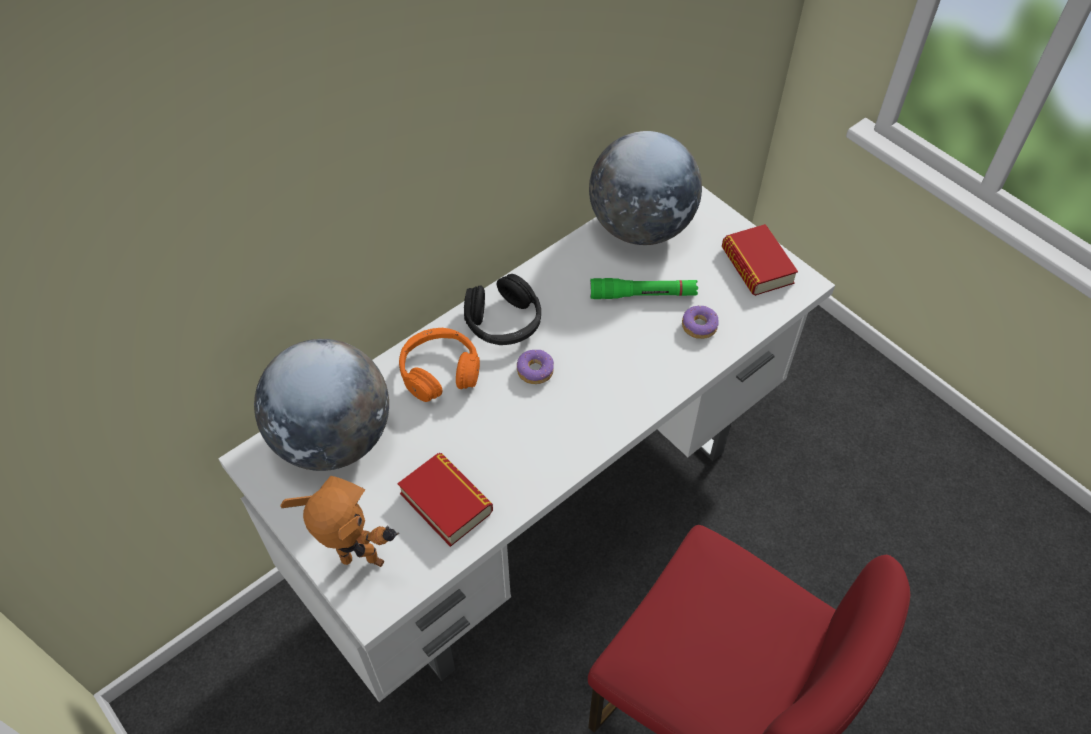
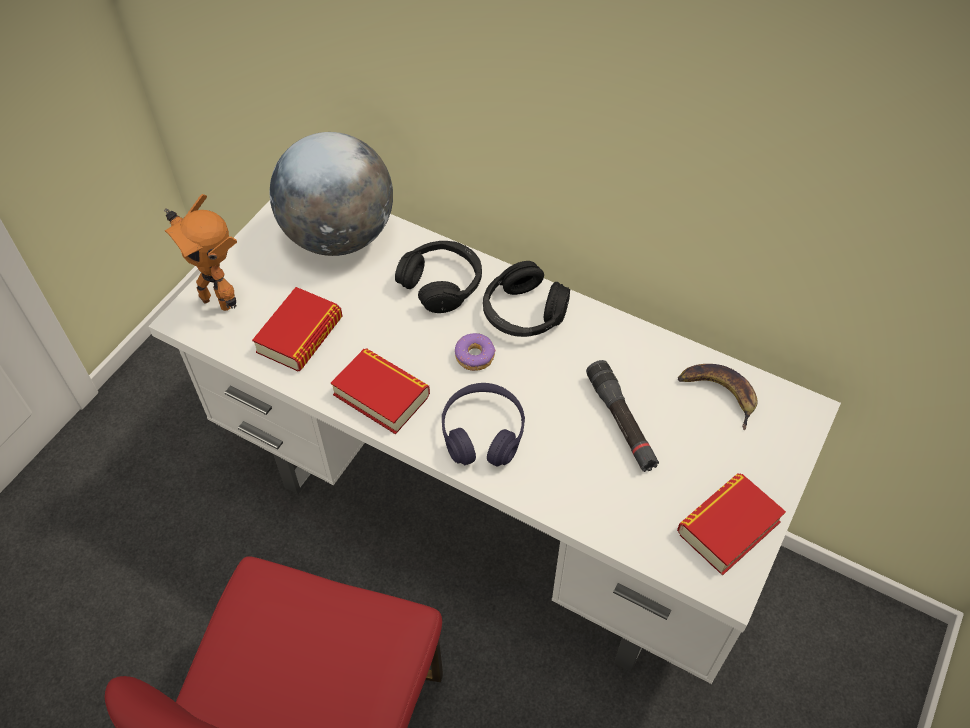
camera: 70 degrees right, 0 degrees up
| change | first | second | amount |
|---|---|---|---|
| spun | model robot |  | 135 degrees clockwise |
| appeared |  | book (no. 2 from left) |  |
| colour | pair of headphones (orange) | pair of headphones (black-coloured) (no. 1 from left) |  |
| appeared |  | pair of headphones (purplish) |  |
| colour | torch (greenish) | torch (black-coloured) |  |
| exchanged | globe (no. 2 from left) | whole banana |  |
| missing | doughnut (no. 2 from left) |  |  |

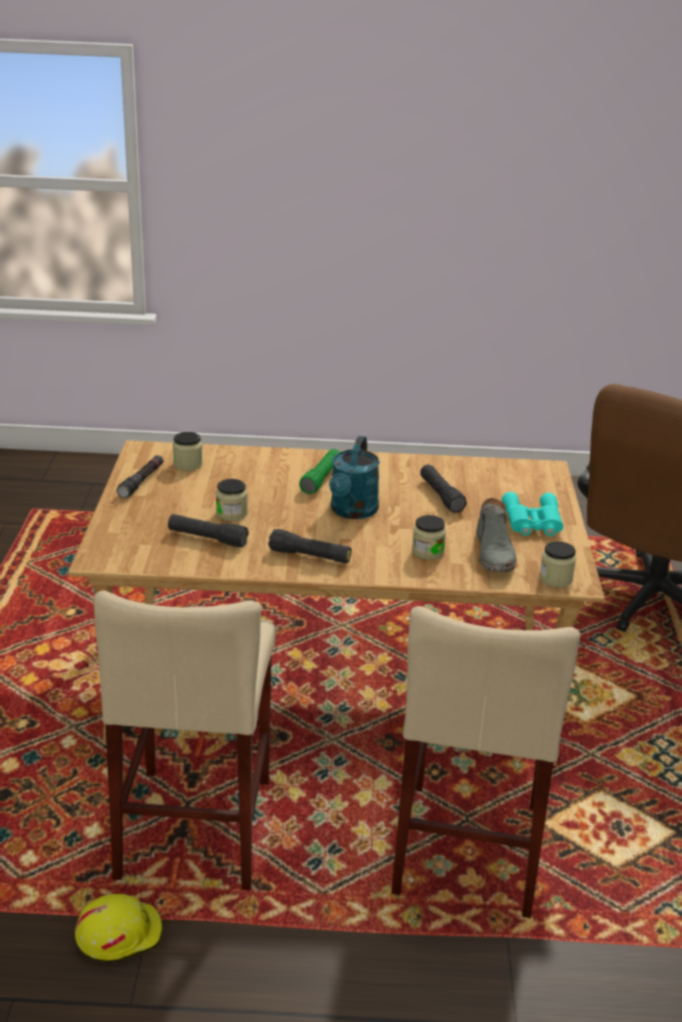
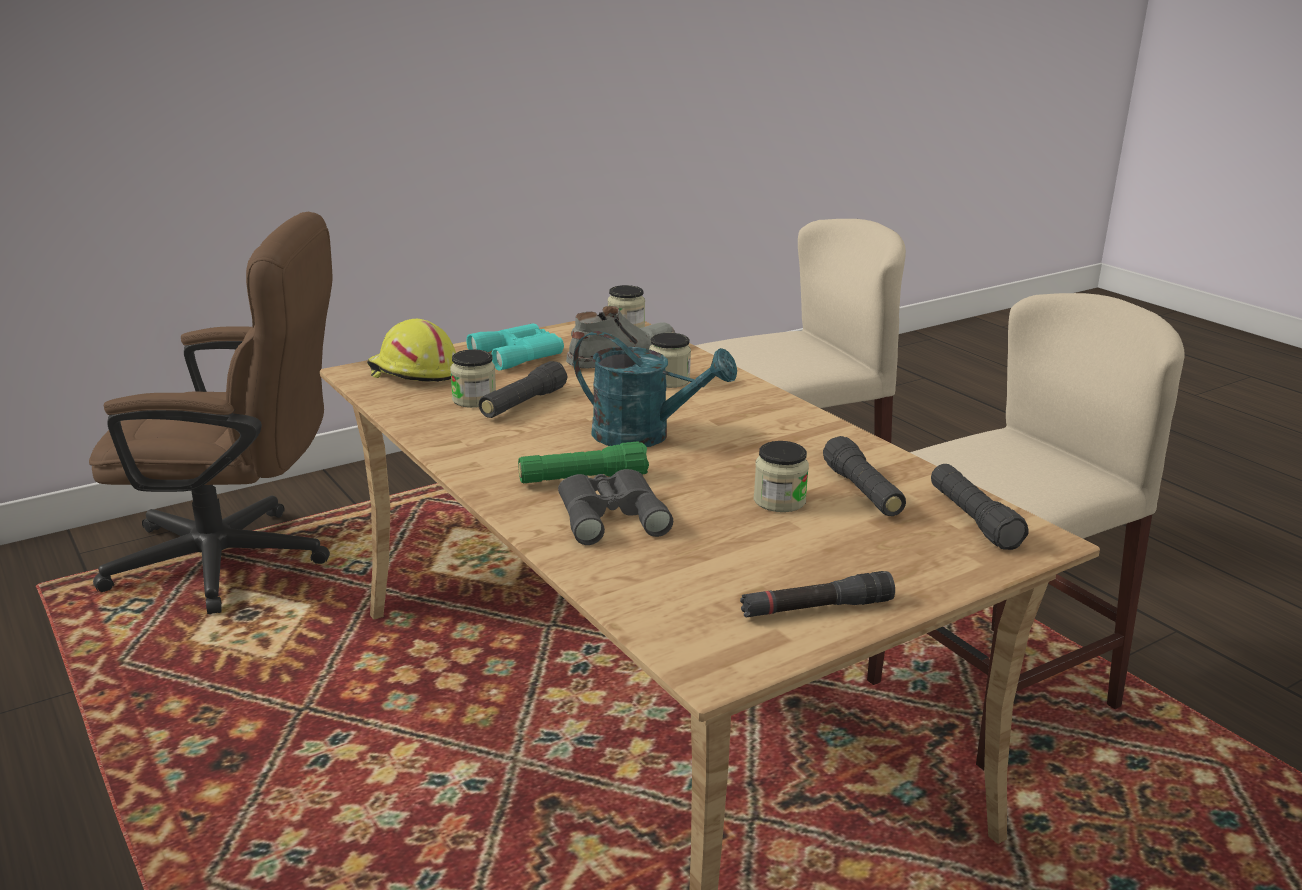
camera: 125 degrees left, 5 degrees down
| change | first | second | amount |
|---|---|---|---|
| relocated | safety helmet (yellowish) |  |  |
| relocated | storage jar (no. 1 from left) |  |  |
| appeared |  | pair of binoculars (gray) |  |
| spun | sprinkling can (blue-green) |  | 45 degrees clockwise |
| relocated | torch (black-coloured) (no. 3 from left in the first image) | torch (black-coloured) (no. 4 from left) |  |

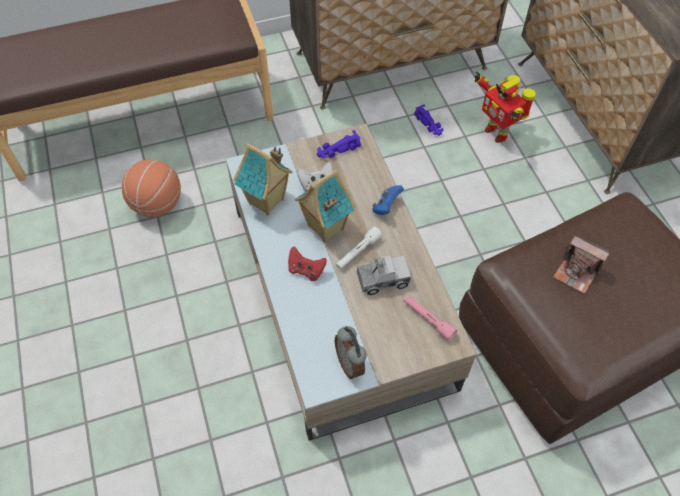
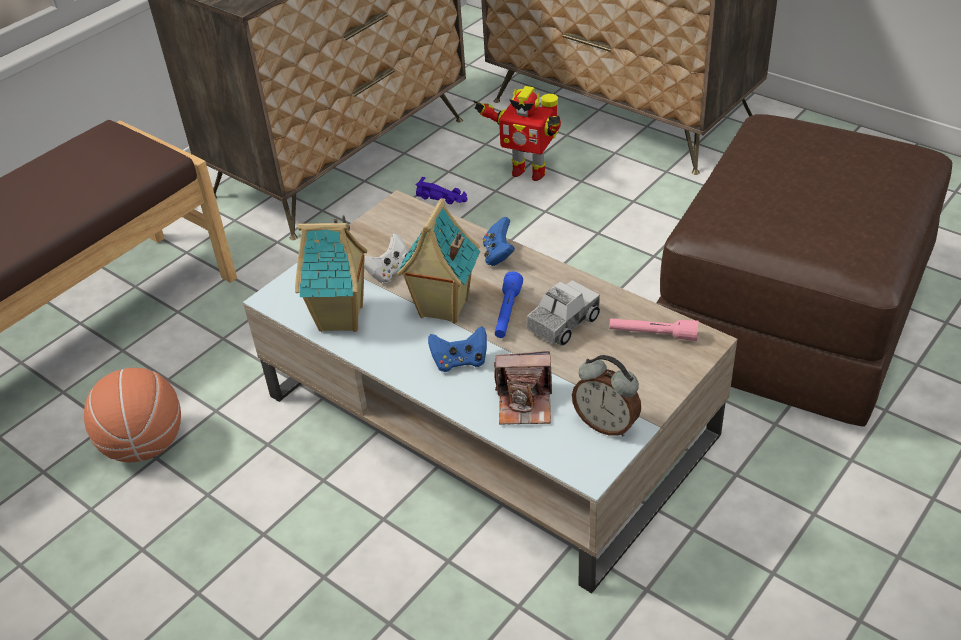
camera: 30 degrees left, 15 degrees down
| change | first | second | amount |
|---|---|---|---|
| colour | gamepad (red) | gamepad (blue) (no. 1 from left) |  |
| relocated | photo camera |  |  |
| colour | torch (whitish) | torch (blue) |  |
| missing | model car (purplish) (no. 1 from left) |  |  |

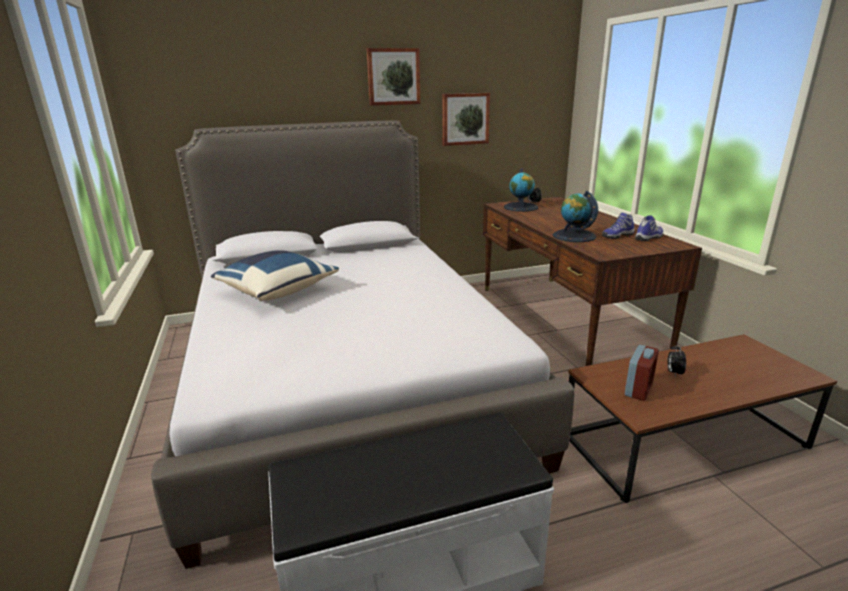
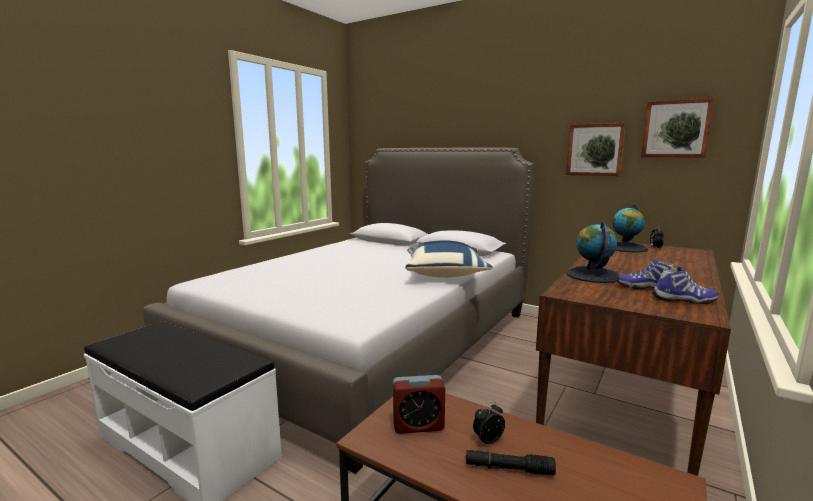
camera: 50 degrees right, 10 degrees down
| change | first | second | amount |
|---|---|---|---|
| relocated | pillow (blue) |  |  |
| appeared |  | torch (black-coloured) |  |
| relocated | picture (no. 1 from left in the first image) | picture (no. 2 from left) |  |

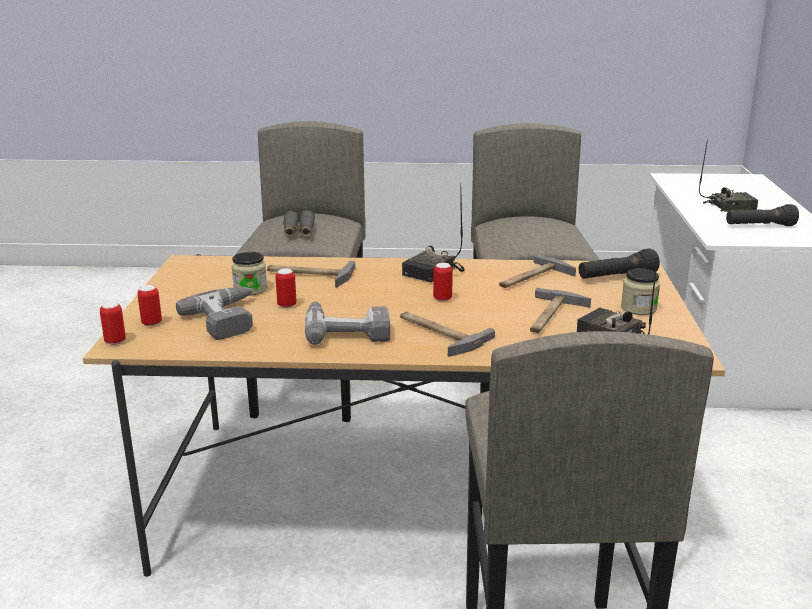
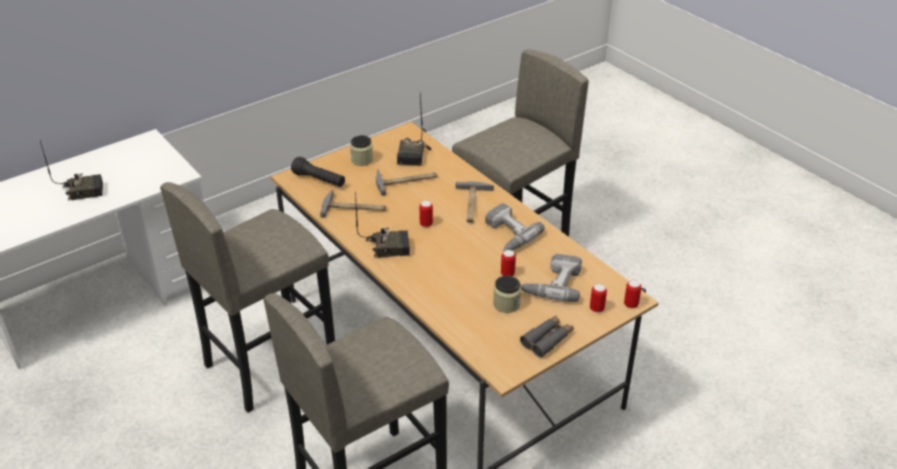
camera: 130 degrees left, 15 degrees up
| change | first | second | amount |
|---|---|---|---|
| spun | radio (no. 3 from left in the first image) | radio (no. 1 from left) | 120 degrees clockwise |
| relocated | pair of binoculars (gray) |  |  |
| missing | hammer (no. 1 from left) |  |  |
| missing | torch (black-coloured) (no. 2 from left) |  |  |

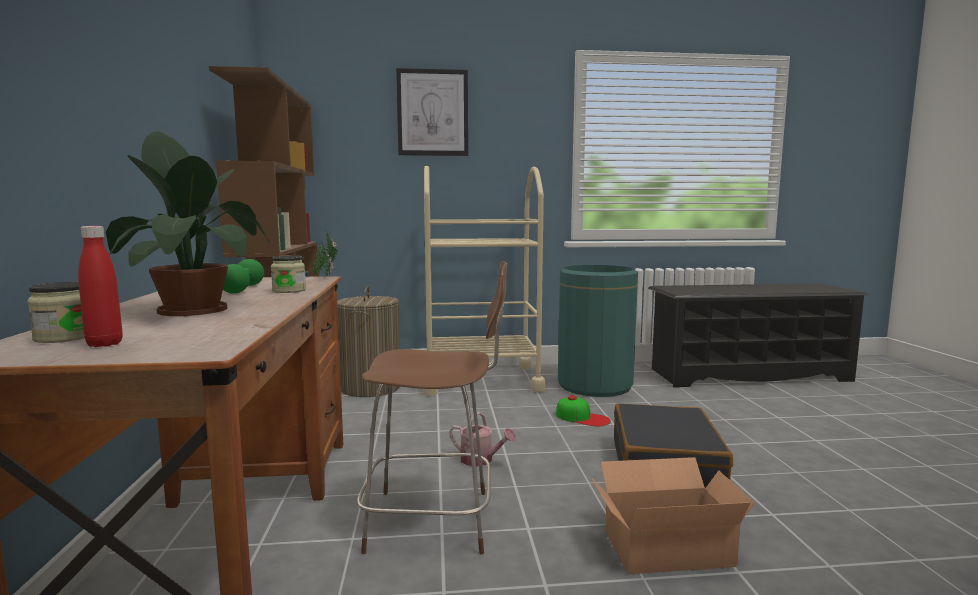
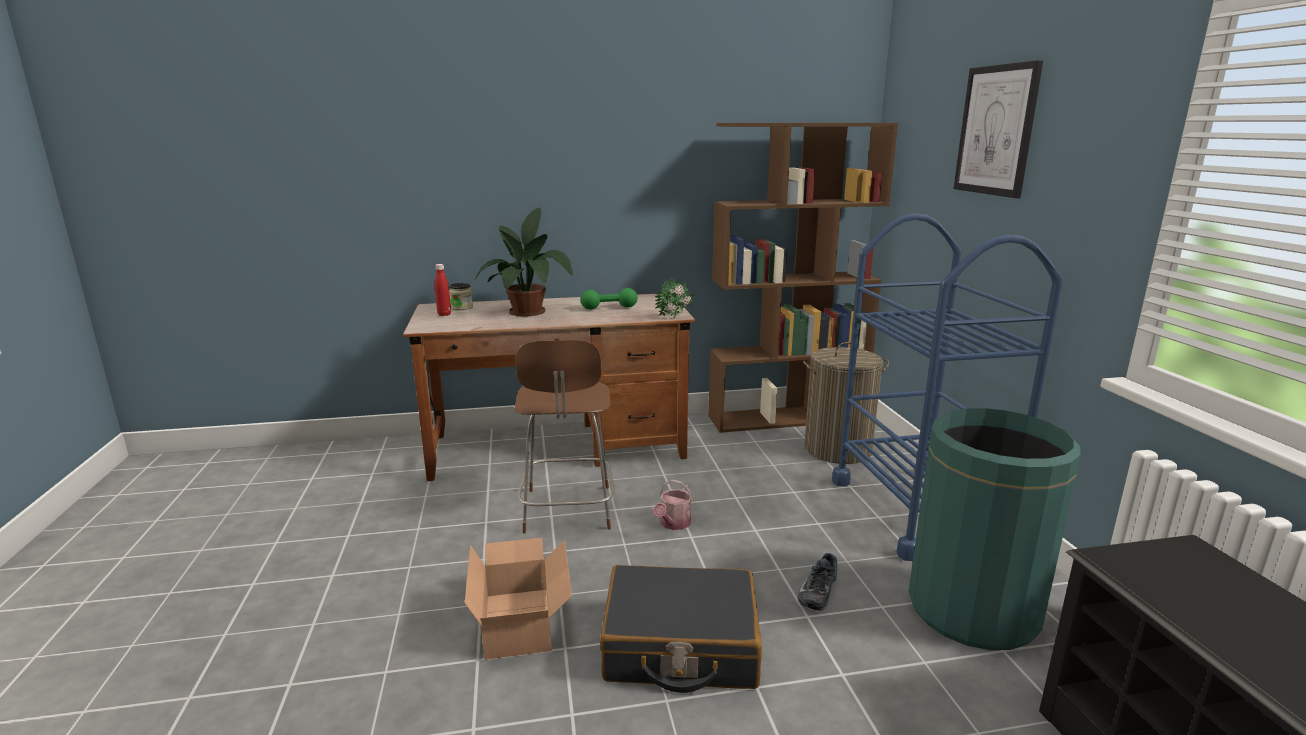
camera: 85 degrees right, 10 degrees up
| change | first | second | amount |
|---|---|---|---|
| exchanged | baseball cap | item of footwear |  |
| colour | trolley (sand-coloured) | trolley (blue) |  |
| missing | storage jar (no. 2 from left) |  |  |

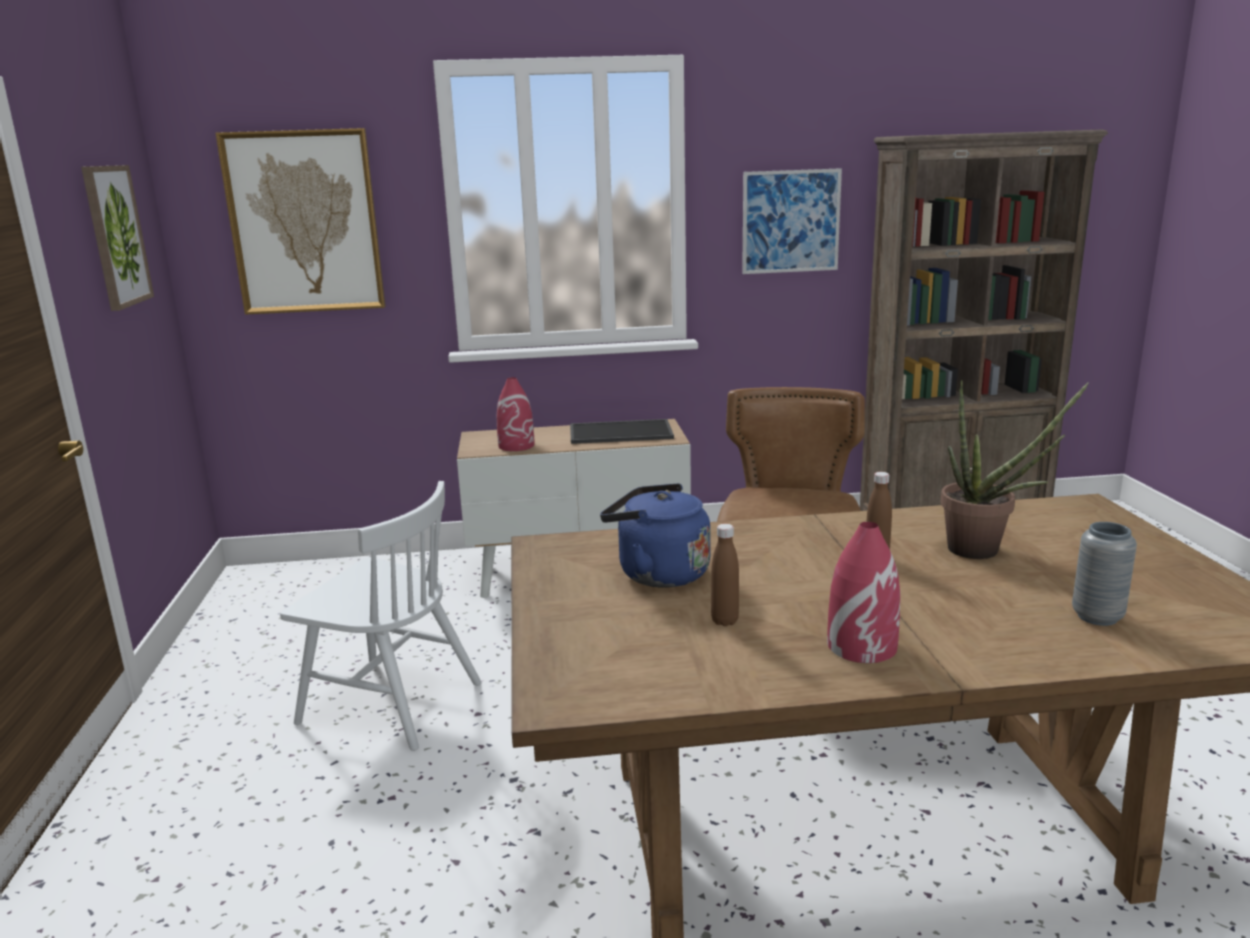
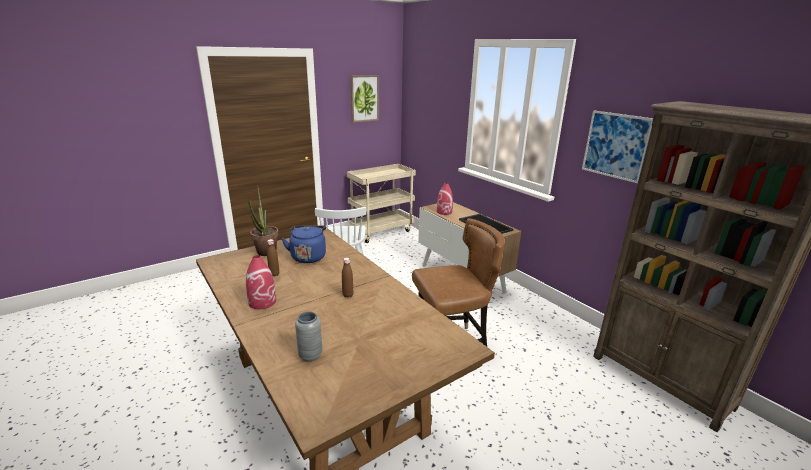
camera: 60 degrees right, 5 degrees up
| change | first | second | amount |
|---|---|---|---|
| relocated | houseplant |  |  |
| appeared |  | trolley (sand-coloured) |  |
| missing | picture (no. 2 from left) |  |  |

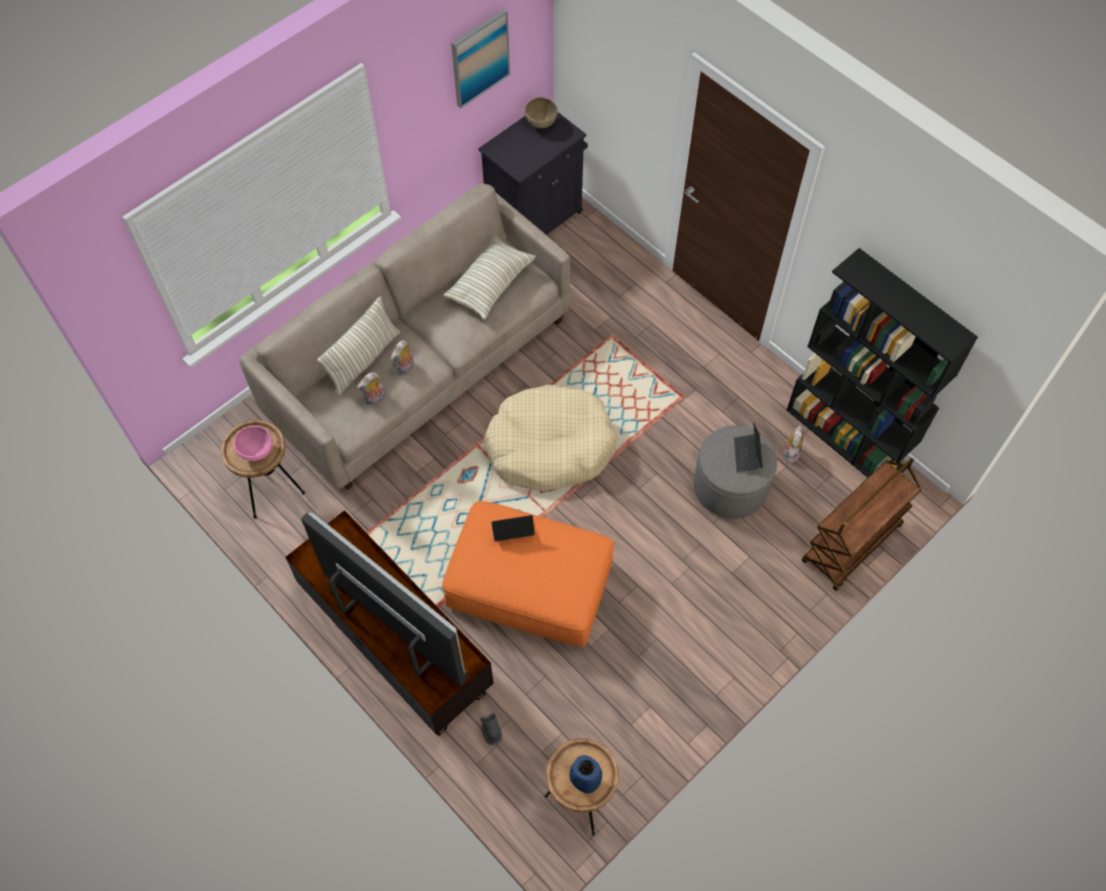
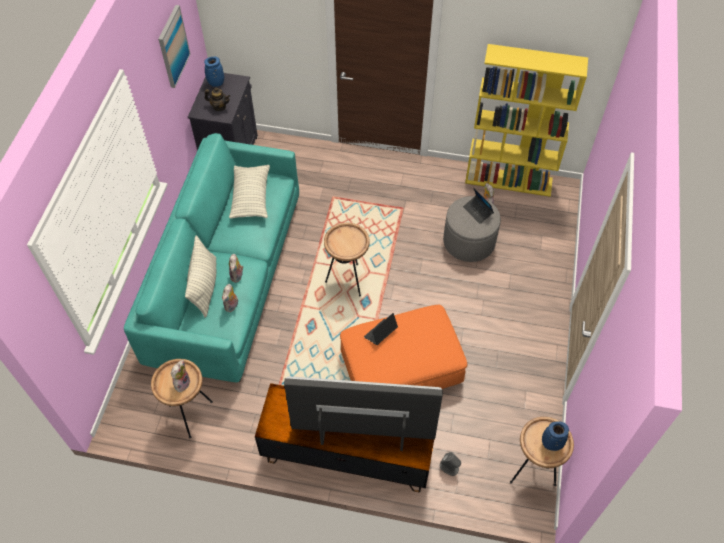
camera: 35 degrees left, 5 degrees down
| change | first | second | amount |
|---|---|---|---|
| colour | couch (sand-coloured) | couch (blue-green) |  |
| exchanged | bowl (pink) | plush toy (no. 1 from left) |  |
| exchanged | bowl (brown-coloured) | flower vase (blue) (no. 1 from left) |  |
| appeared |  | teapot |  |
| exchanged | dog cushion (sand-coloured) | side table (brown-coloured) (no. 2 from left) |  |
| colour | shelving unit (black-coloured) | shelving unit (yellowish) |  |
| missing | trolley (brown-coloured) |  |  |

